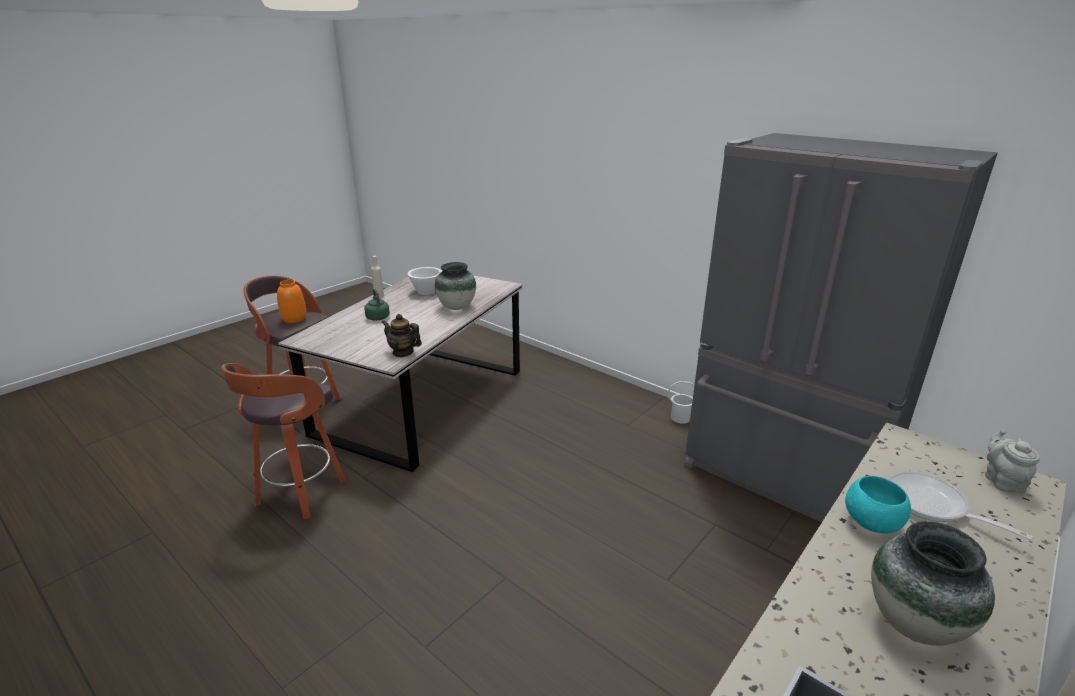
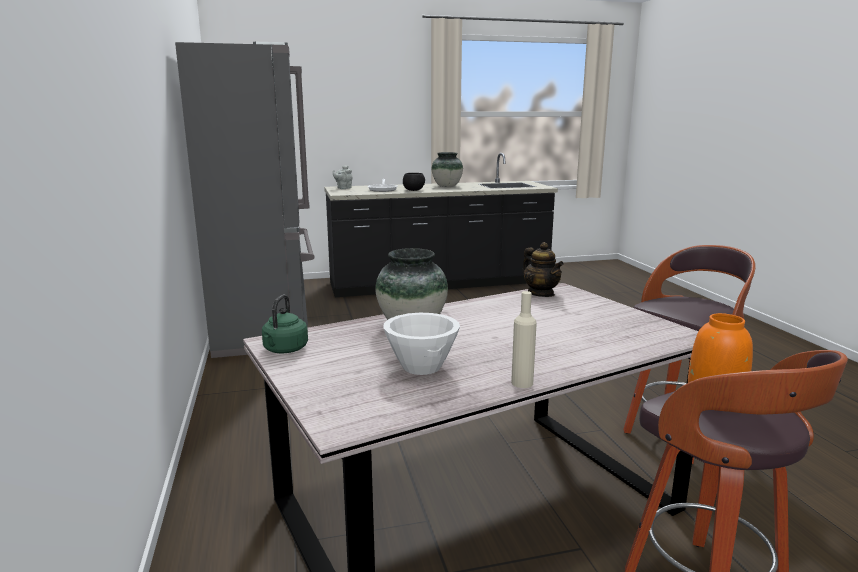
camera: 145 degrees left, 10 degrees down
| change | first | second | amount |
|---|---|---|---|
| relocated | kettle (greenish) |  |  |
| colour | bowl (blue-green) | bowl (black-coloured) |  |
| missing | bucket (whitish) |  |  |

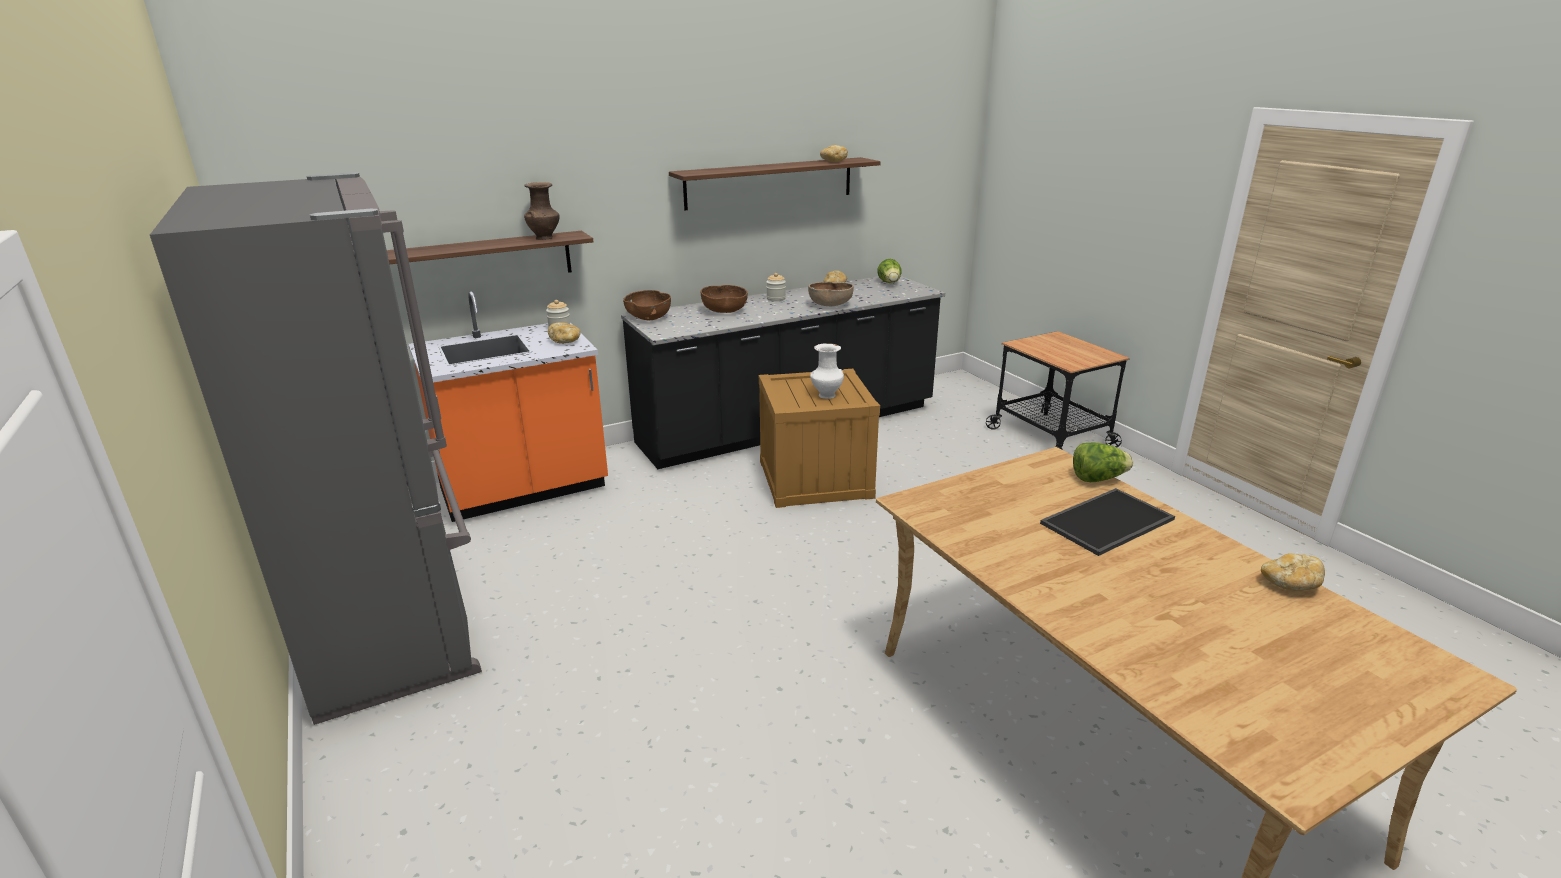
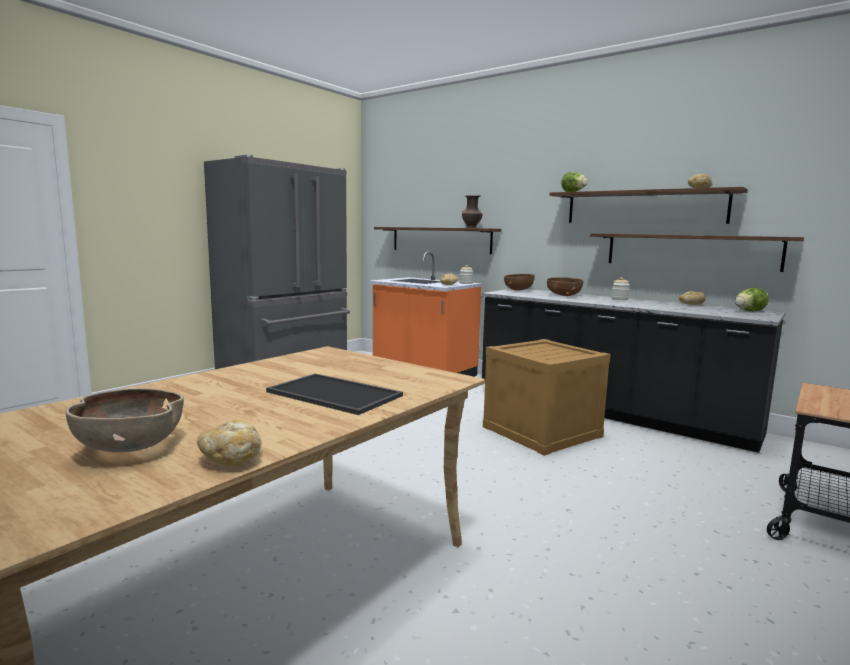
camera: 65 degrees right, 15 degrees down
| change | first | second | amount |
|---|---|---|---|
| relocated | bowl (brown-coloured) (no. 3 from left in the first image) | bowl (brown-coloured) (no. 1 from left) |  |
| relocated | lettuce head (no. 2 from left in the first image) | lettuce head (no. 1 from left) |  |
| appeared |  | shelf (no. 3 from left) |  |
| missing | flower vase (whitish) |  |  |

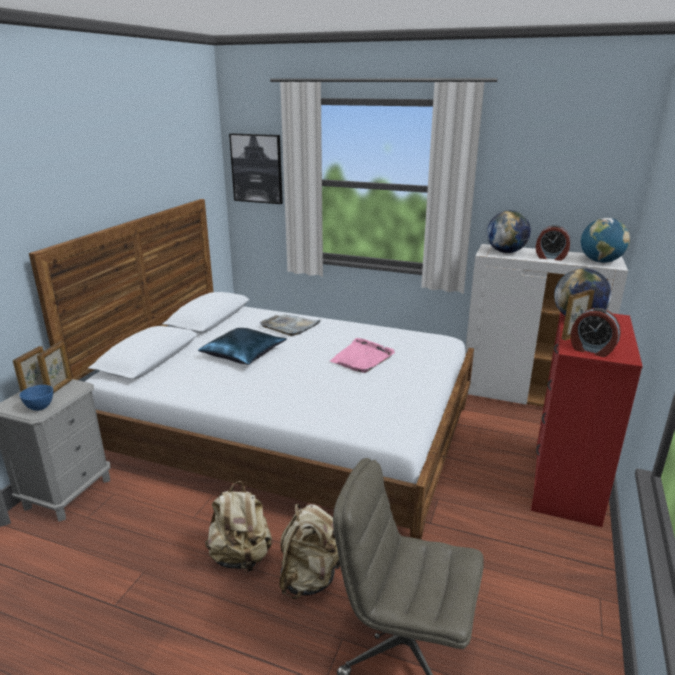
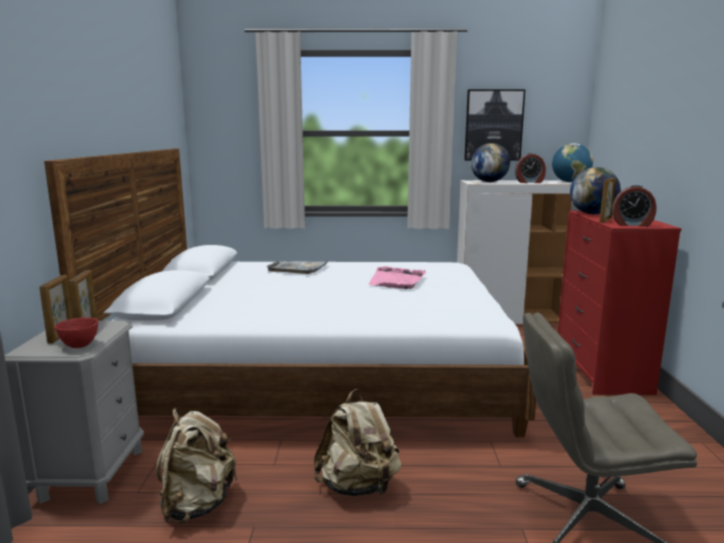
camera: 20 degrees left, 10 degrees down
| change | first | second | amount |
|---|---|---|---|
| colour | bowl (blue) | bowl (red) |  |
| relocated | knapsack (sand-coloured) (no. 2 from left in the first image) | knapsack (sand-coloured) (no. 1 from left) |  |
| relocated | picture |  |  |
| missing | pillow (blue) |  |  |

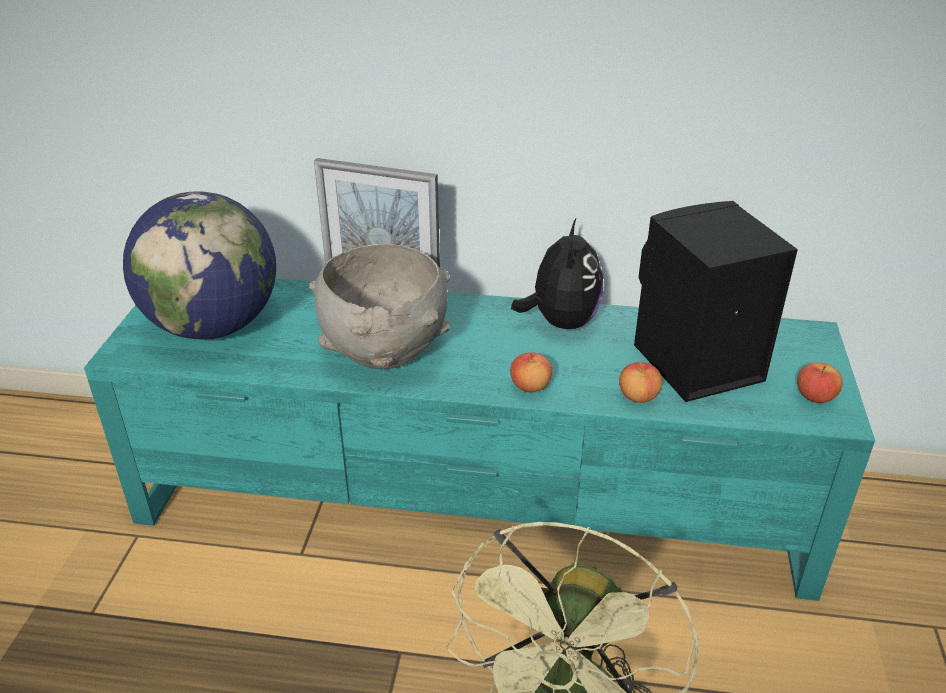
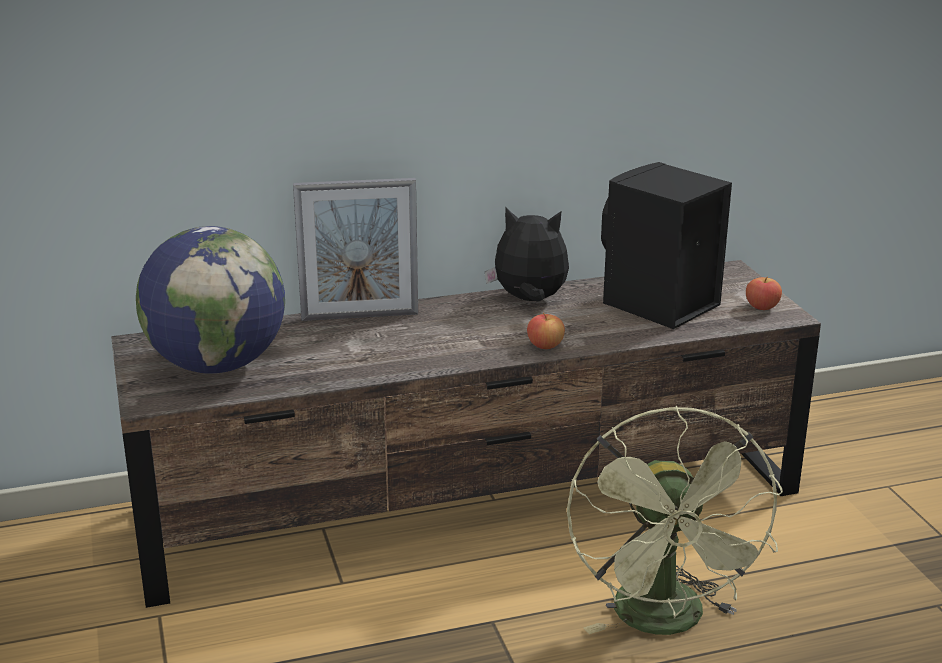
camera: 25 degrees left, 10 degrees down
| change | first | second | amount |
|---|---|---|---|
| colour | media console (blue-green) | media console (brown-coloured) |  |
| spun | plush toy |  | 60 degrees counterclockwise |
| missing | bowl (gray) |  |  |
| missing | apple fruit (no. 2 from left) |  |  |

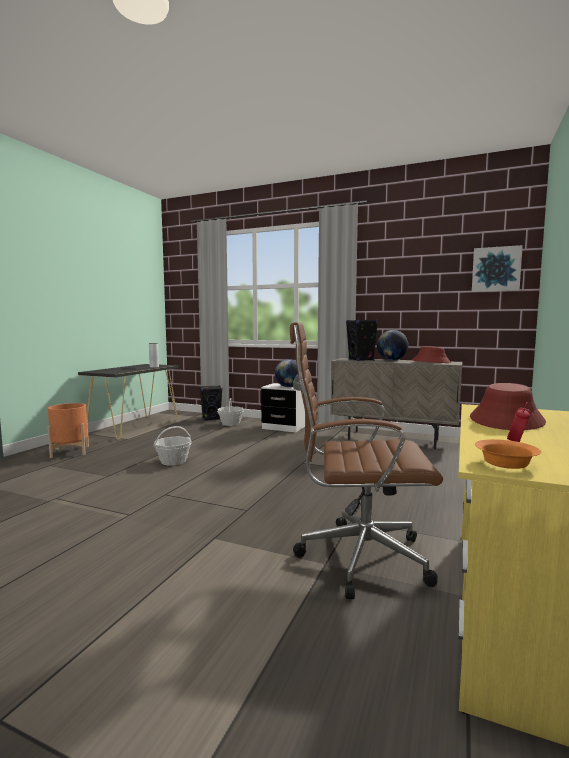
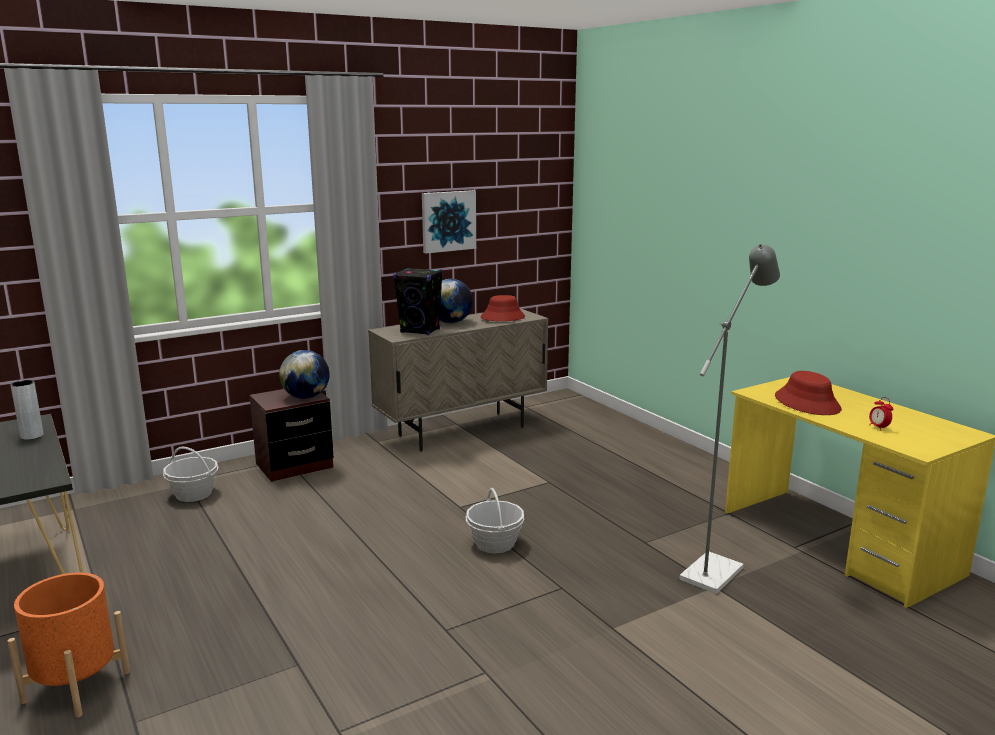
camera: 55 degrees left, 10 degrees up
| change | first | second | amount |
|---|---|---|---|
| colour | night table (whitish) | night table (brown-coloured) |  |
| relocated | picture |  |  |
| relocated | storage basket (no. 1 from left in the first image) | storage basket (no. 2 from left) |  |
| exchanged | office chair (brown-coloured) | floor lamp (gray) |  |
| missing | loudspeaker (black-coloured) (no. 1 from left) |  |  |
| missing | bowl (orange) |  |  |

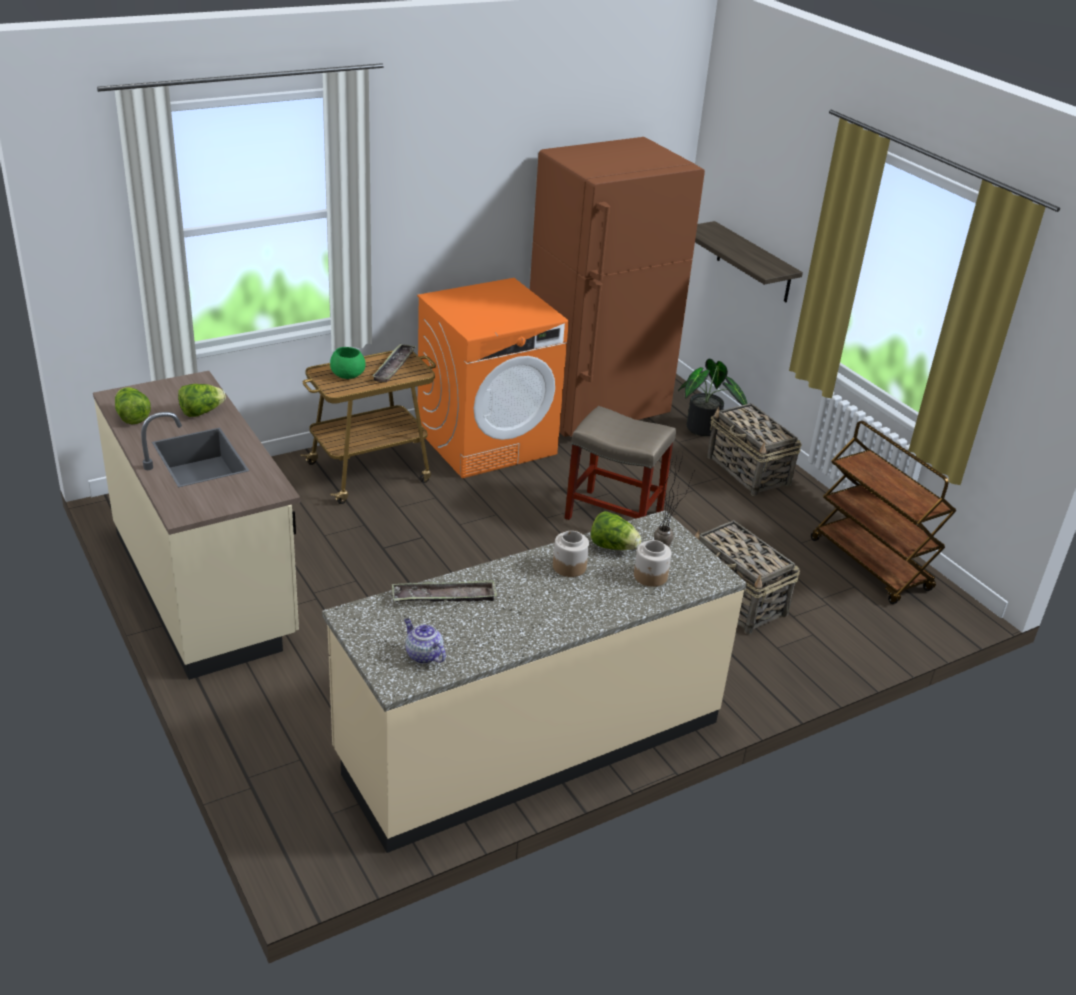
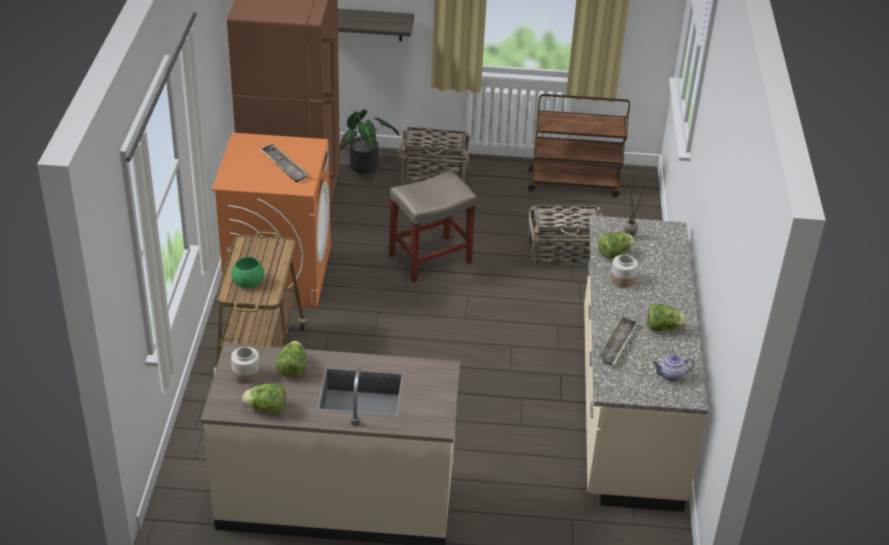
camera: 55 degrees left, 5 degrees up
| change | first | second | amount |
|---|---|---|---|
| relocated | storage jar (no. 2 from left in the first image) | storage jar (no. 1 from left) |  |
| relocated | tray (no. 1 from left) |  |  |
| appeared |  | lettuce head (no. 4 from left) |  |

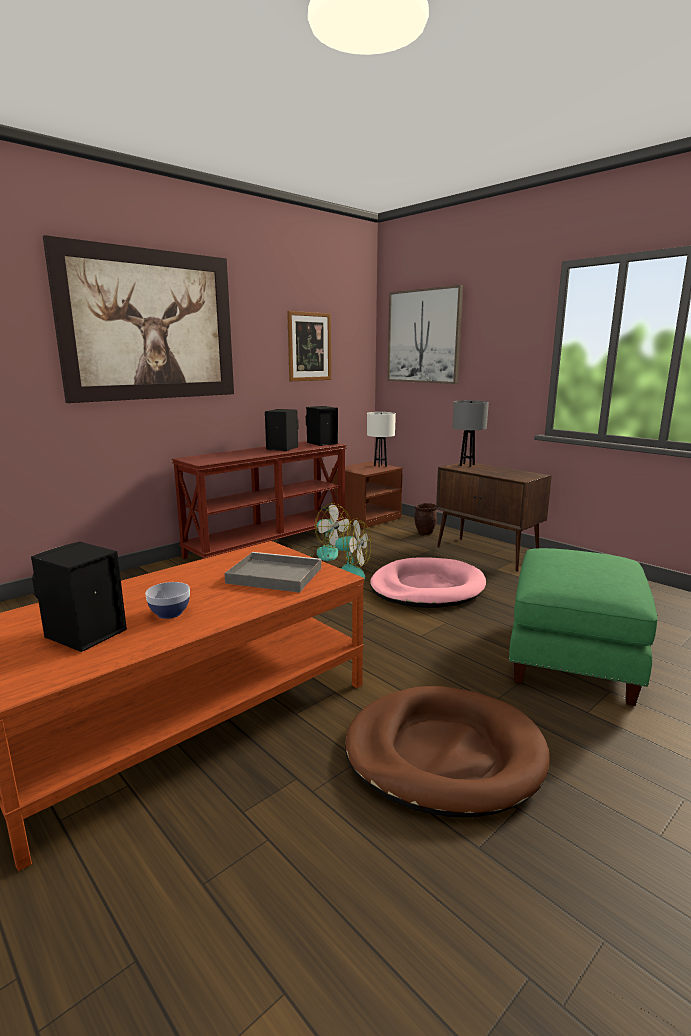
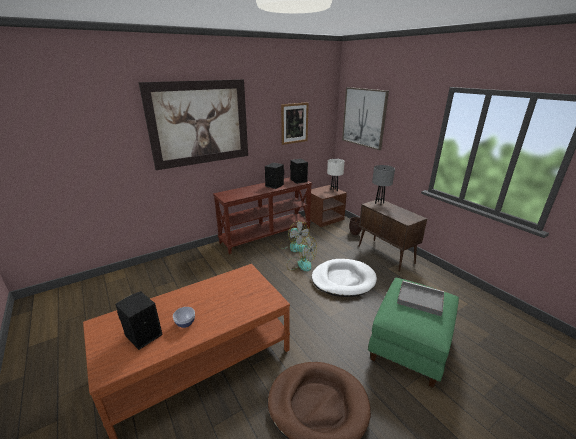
camera: 10 degrees right, 10 degrees up
| change | first | second | amount |
|---|---|---|---|
| colour | dog cushion (pink) | dog cushion (whitish) |  |
| relocated | tray (gray) |  |  |

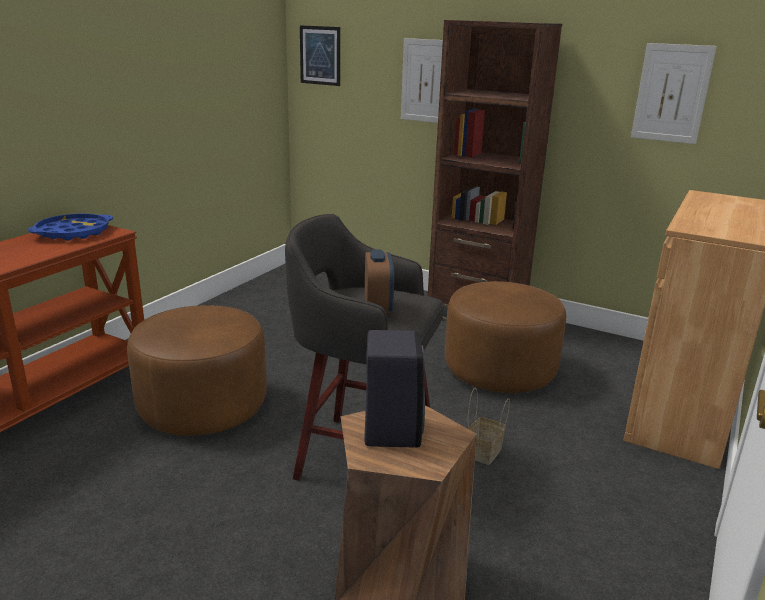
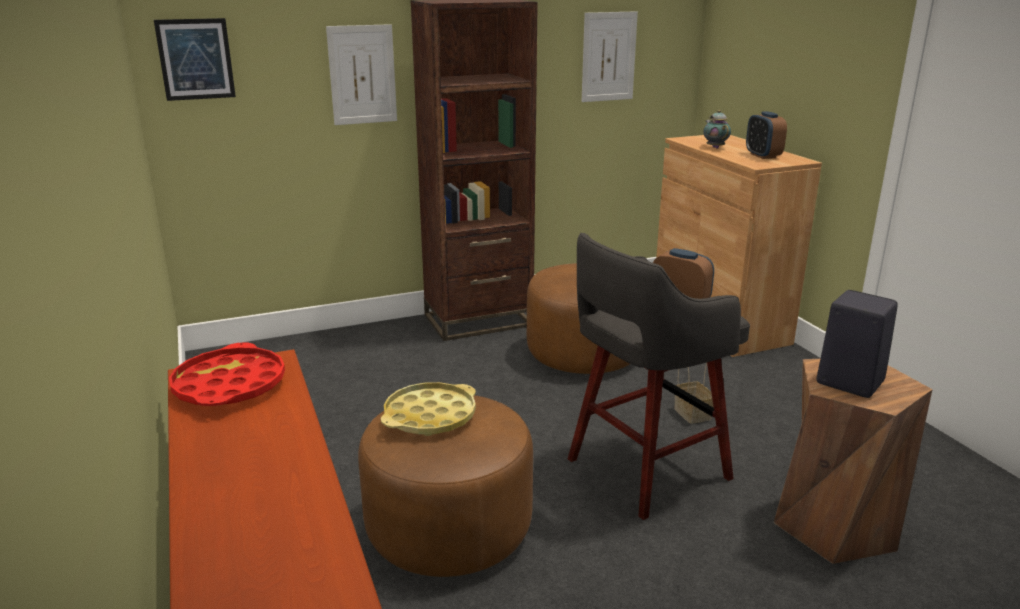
camera: 50 degrees left, 0 degrees up
| change | first | second | amount |
|---|---|---|---|
| colour | tray (blue) | tray (red) |  |
| appeared |  | tray (yellowish) |  |
| appeared |  | teapot |  |
| appeared |  | bedside clock (no. 2 from left) |  |

